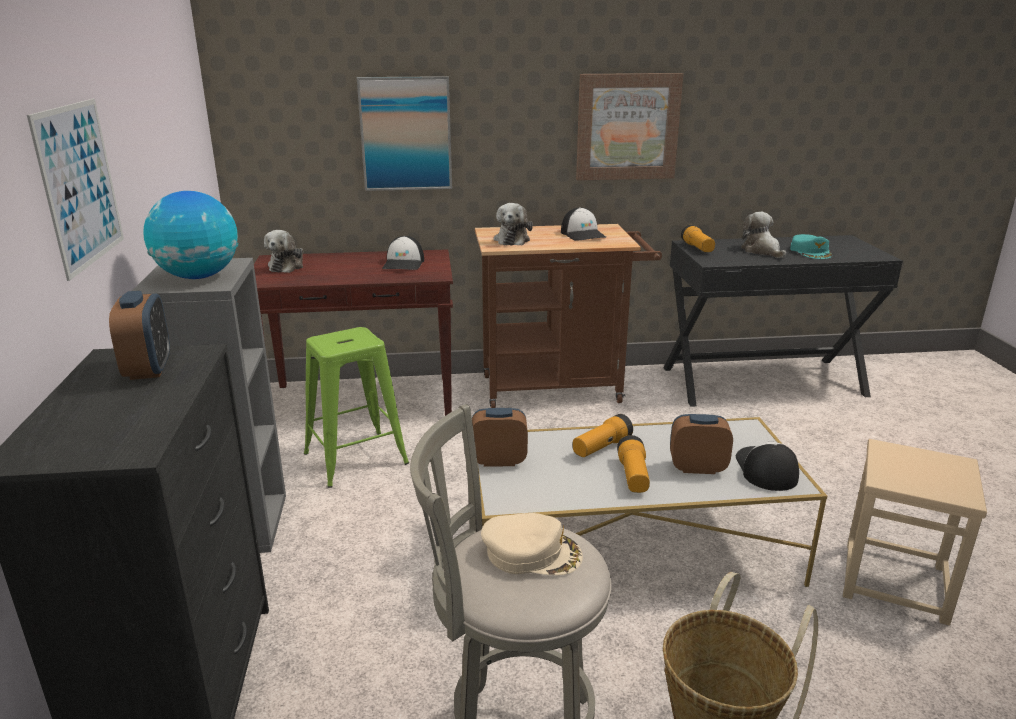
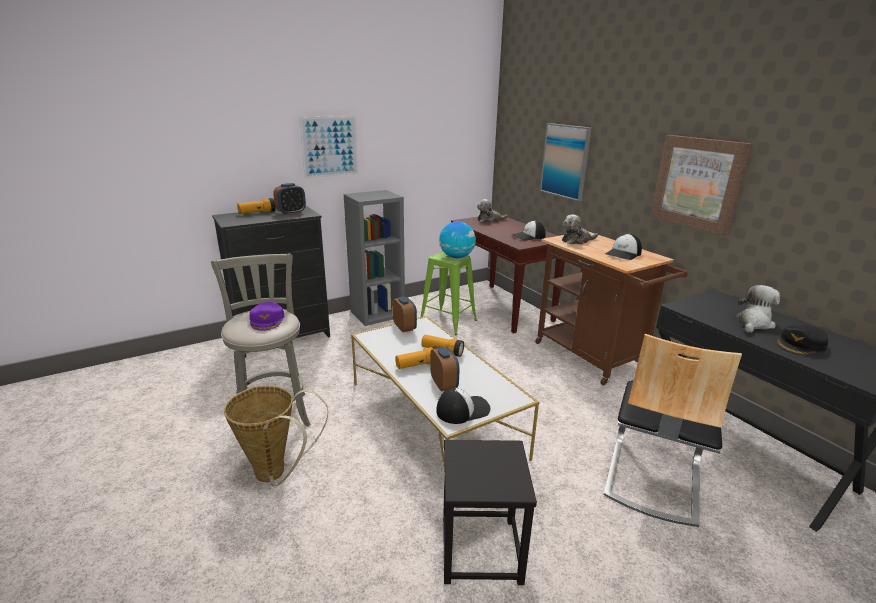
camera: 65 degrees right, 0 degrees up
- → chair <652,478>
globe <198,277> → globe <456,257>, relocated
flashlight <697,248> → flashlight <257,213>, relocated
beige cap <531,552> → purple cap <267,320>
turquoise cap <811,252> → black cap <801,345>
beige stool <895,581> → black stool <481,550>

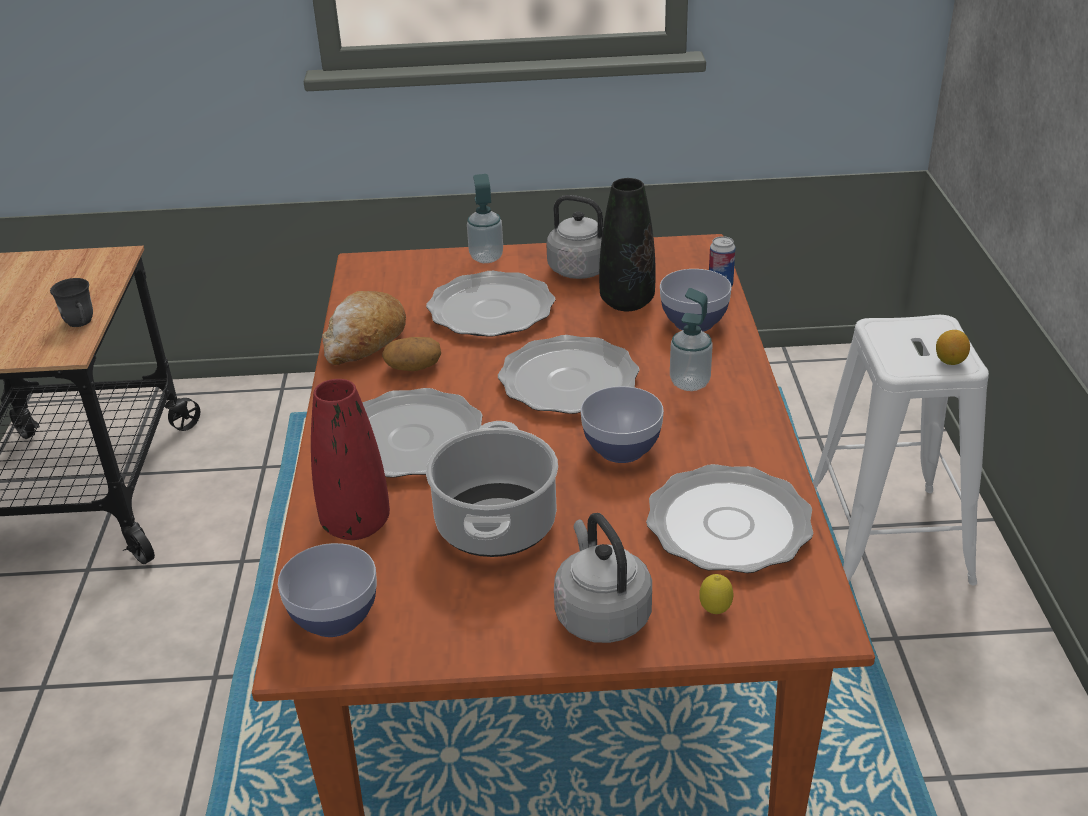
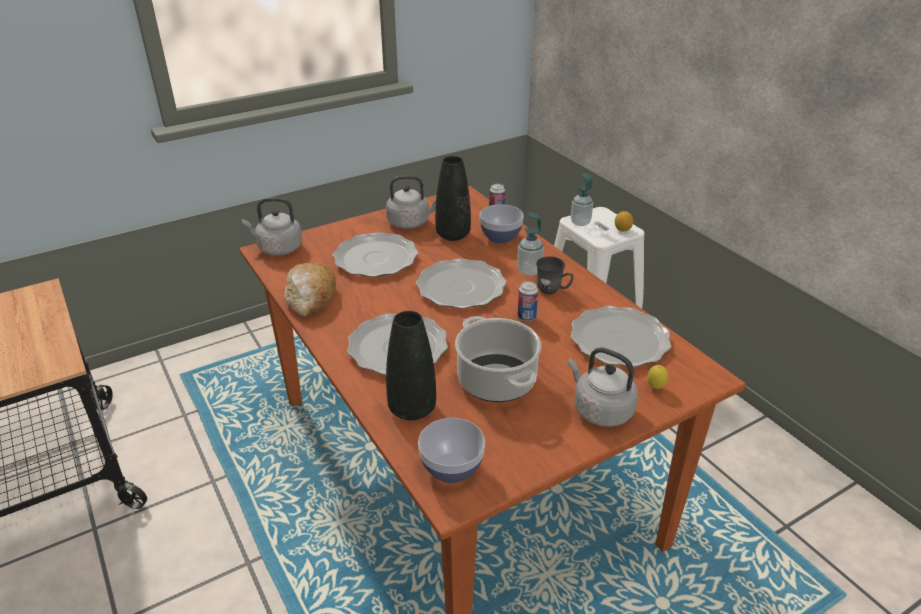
camera: 30 degrees left, 0 degrees up
potato <413,367> → -
- → grey kettle <277,248>
grey mug <81,324> → grey mug <553,290>, relocated
soap dispenser <486,257> → soap dispenser <580,222>, relocated
bowl <621,449> → can <526,317>
red vase <356,524> → black vase <412,409>

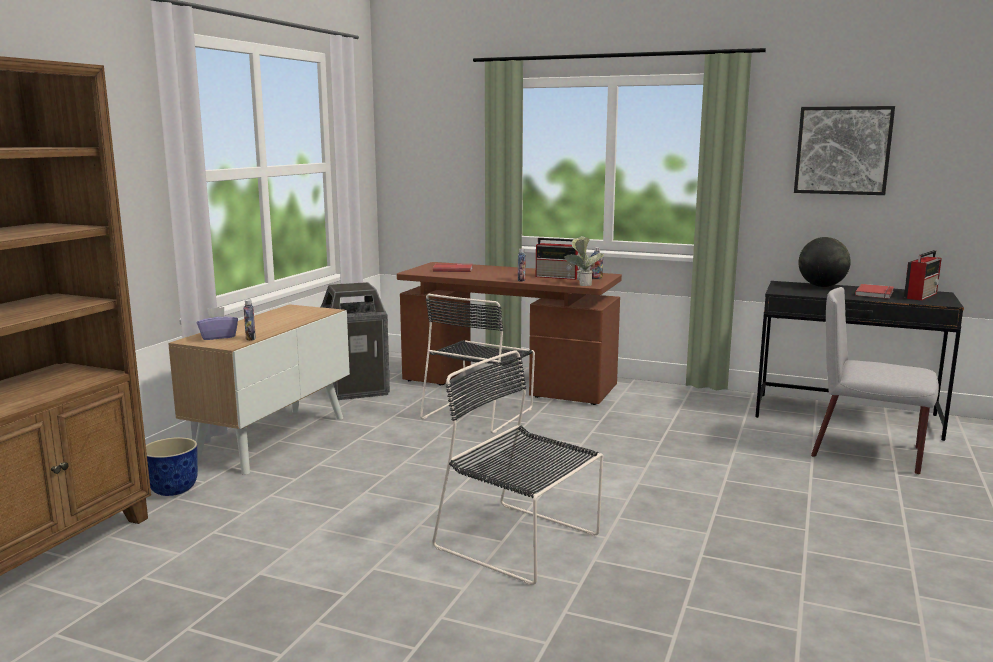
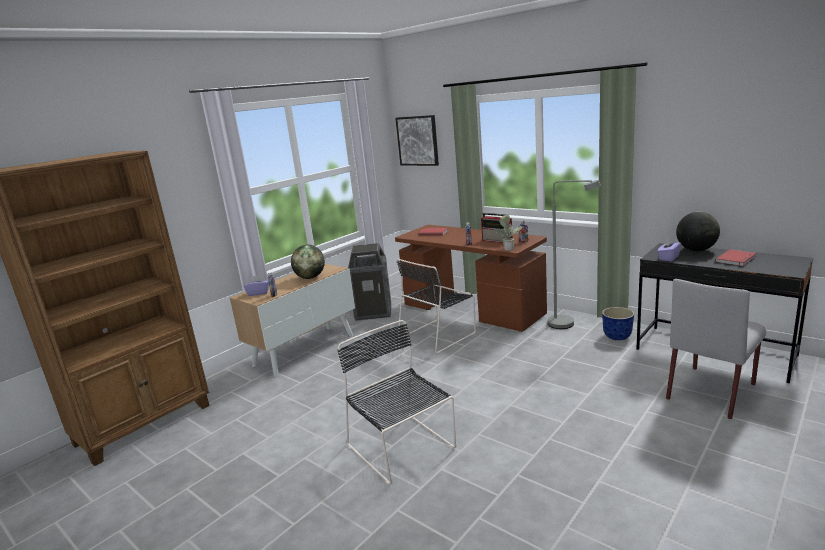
camera: 20 degrees right, 5 degrees up
radio <921,295> → -
- → globe <310,277>
- → grey floor lamp <568,324>
- → purple tissue box <668,258>
planter <174,490> → planter <617,336>, relocated
picture <842,150> → picture <417,141>, relocated
grey chair <869,453> → grey chair <711,391>, 90 degrees counterclockwise

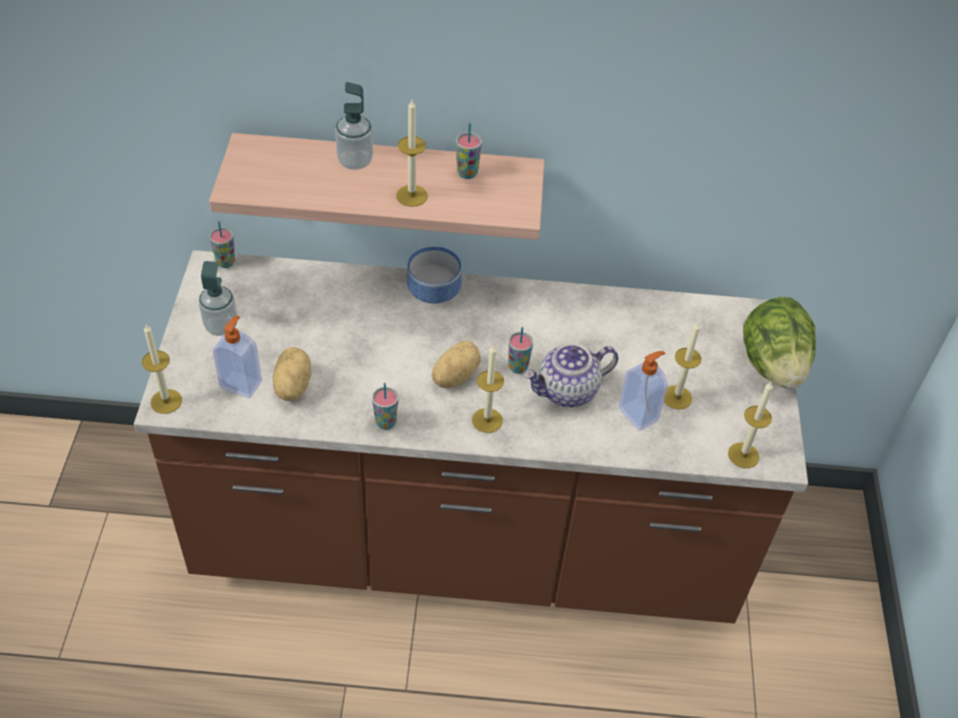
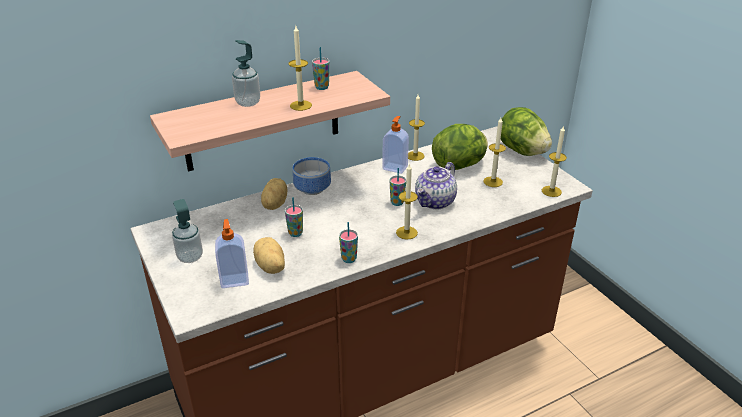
camera: 30 degrees left, 15 degrees down
- → lettuce <459,165>
candle <166,401> → candle <415,156>, relocated
cup <225,262> → cup <295,233>, relocated
potato <454,376> → potato <273,204>, relocated
soap dispenser <639,414> → soap dispenser <395,167>, relocated

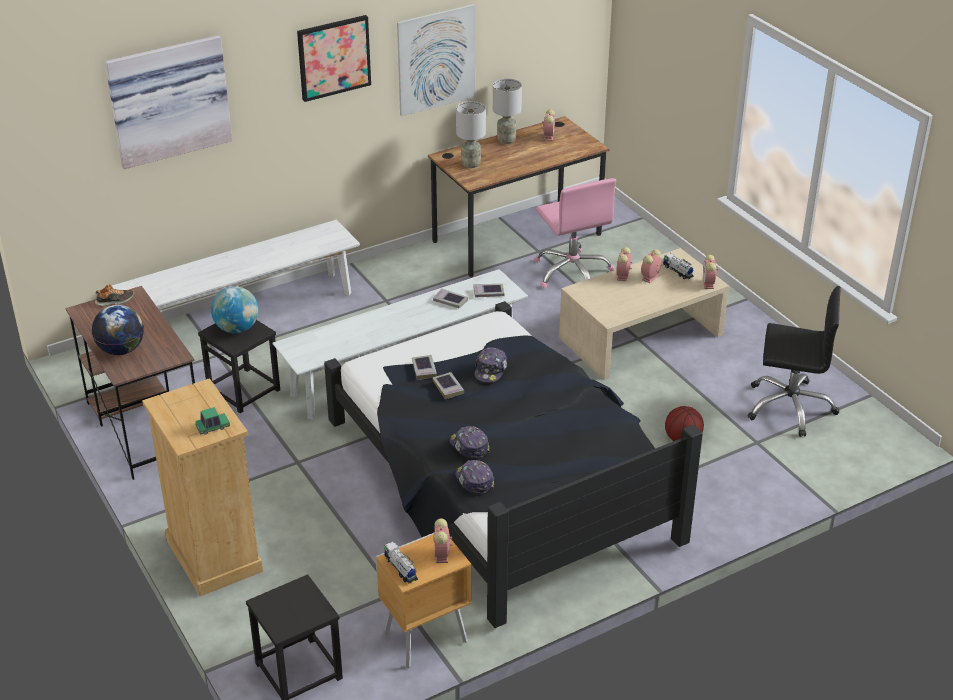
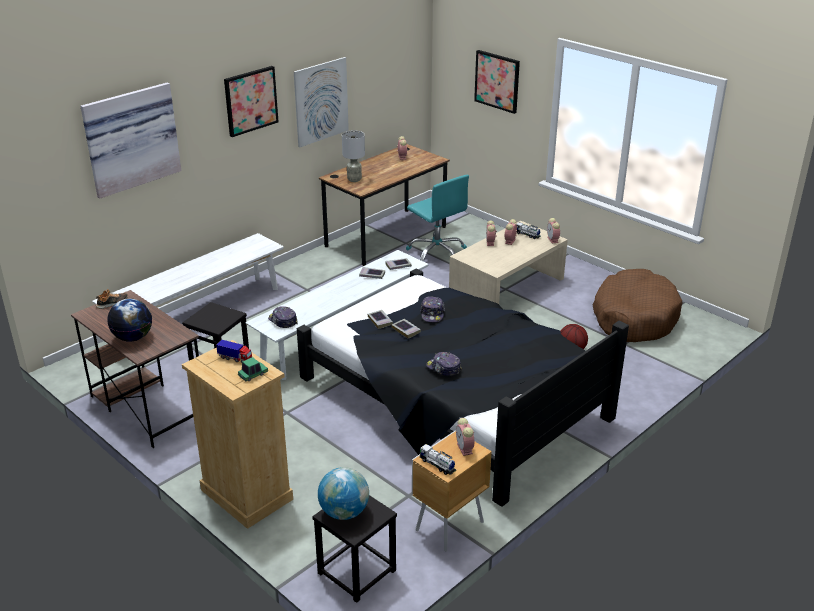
camera: 15 degrees left, 5 degrees down
grey table lamp <506,140> → -
- → toy truck <235,358>
- → picture <497,81>
globe <237,328> → globe <344,512>, relocated
cap <474,481> → cap <282,321>, relocated
black office chair <790,407> → brown dog bed <634,317>
pink office chair <572,272> → turquoise office chair <437,253>

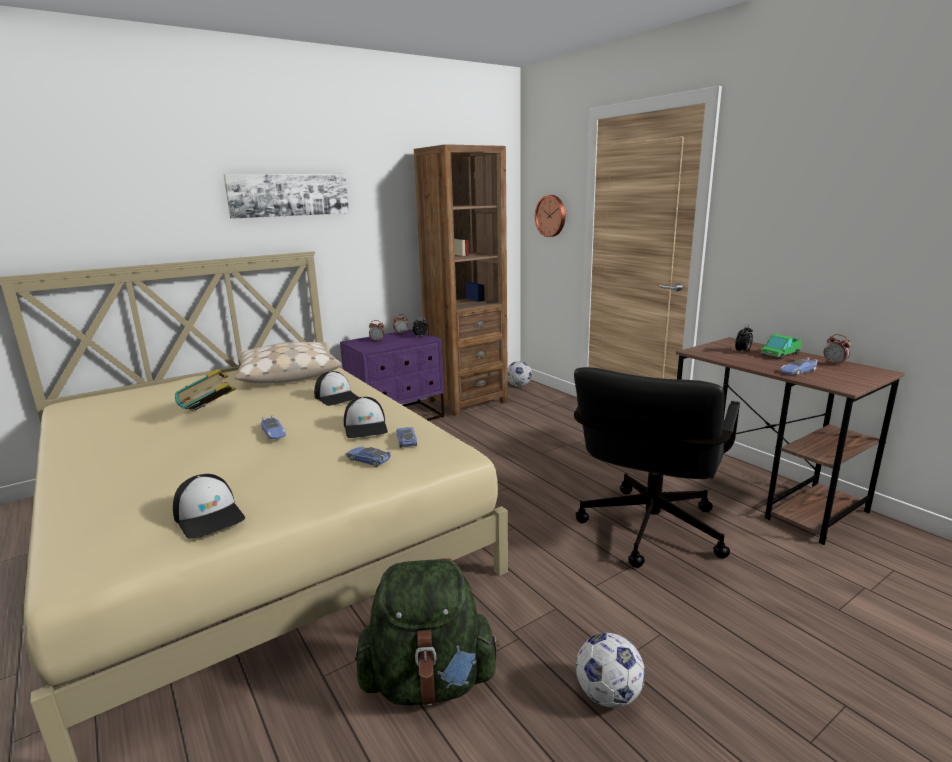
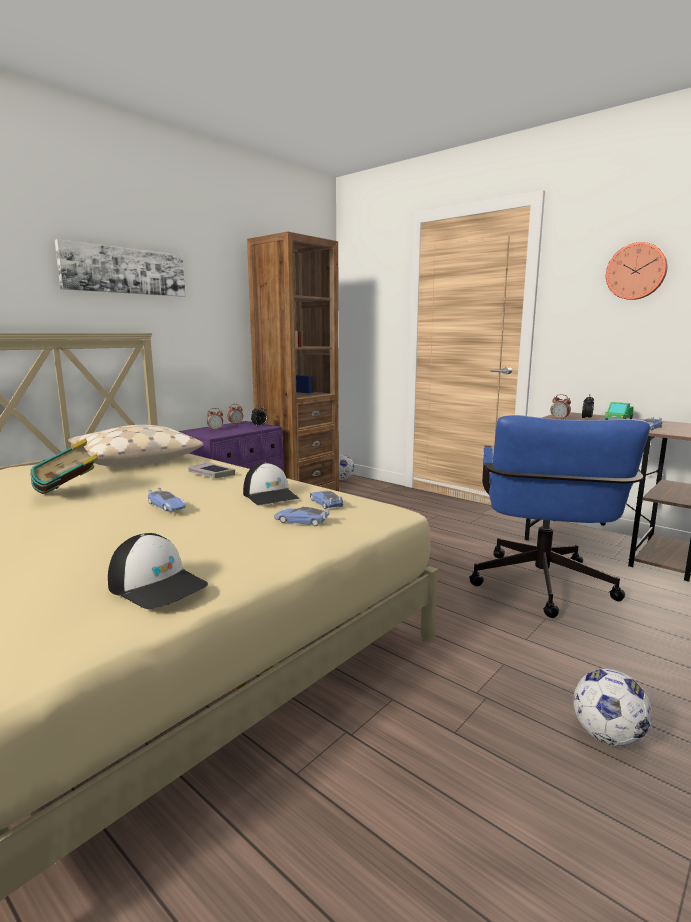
camera: 15 degrees left, 5 degrees down
green backpack <429,682> → -
wall clock <551,216> → wall clock <636,271>, relocated
alarm clock <834,364> → alarm clock <559,419>, relocated
cap <337,397> → book <211,474>
black office chair <647,535> → blue office chair <542,589>

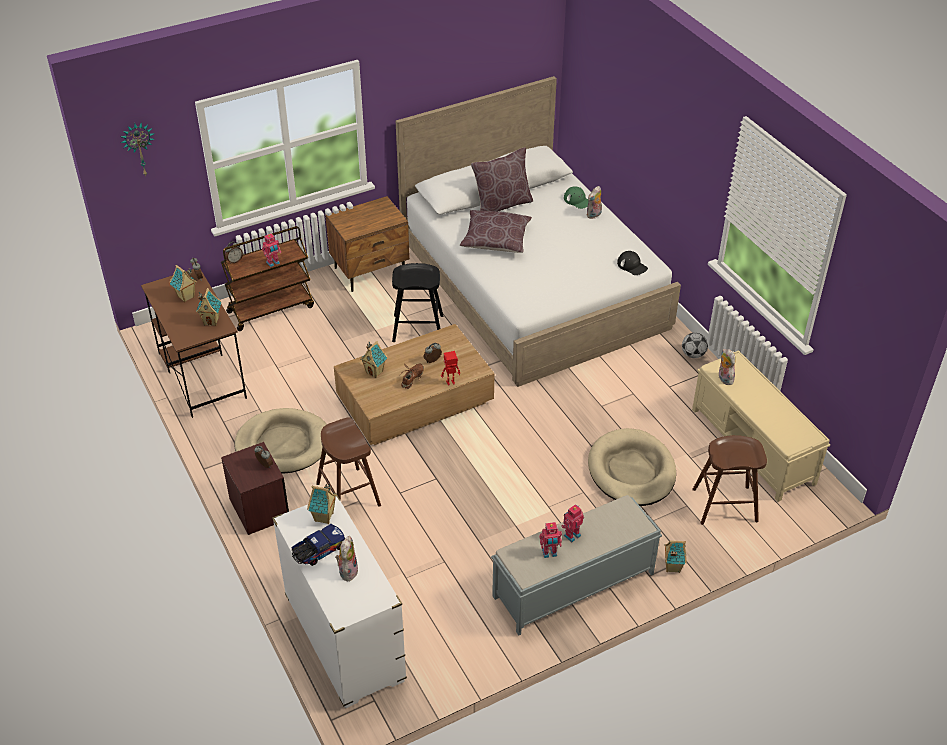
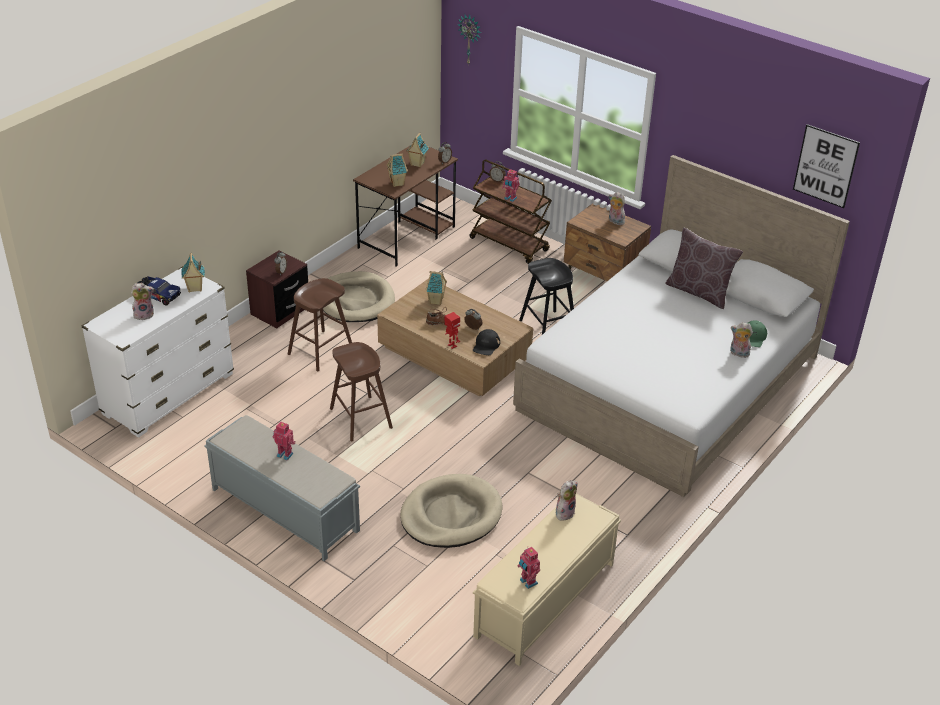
camera: 65 degrees right, 5 degrees down
brown pillow <496,240> → -
toy house <672,566> → -
football <693,354> → -
- → plush toy <615,221>
- → picture <825,166>
toy robot <549,553> → toy robot <527,582>, relocated
black cap <632,266> → black cap <486,345>, relocated
brown stool <724,505> → brown stool <360,418>, relocated

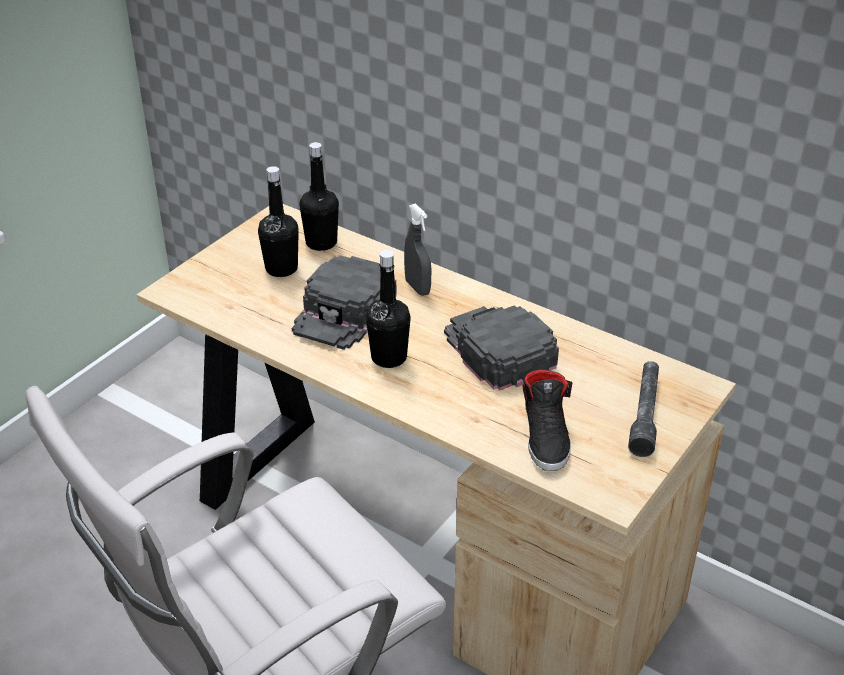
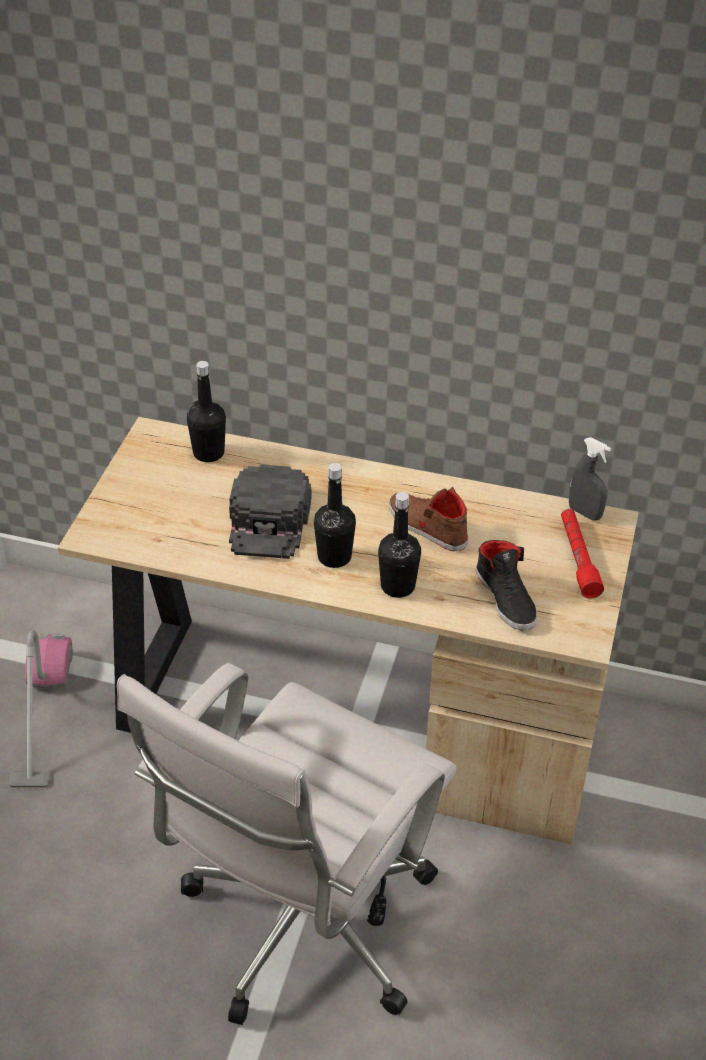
camera: 20 degrees left, 5 degrees up
- → vacuum cleaner <42,715>
black bottle <281,268> → black bottle <397,586>, relocated
grey spray bottle <417,287> → grey spray bottle <584,513>, relocated
black cap <497,349> → brown shoe <426,526>
grey flashlight <645,414> → red flashlight <578,558>

